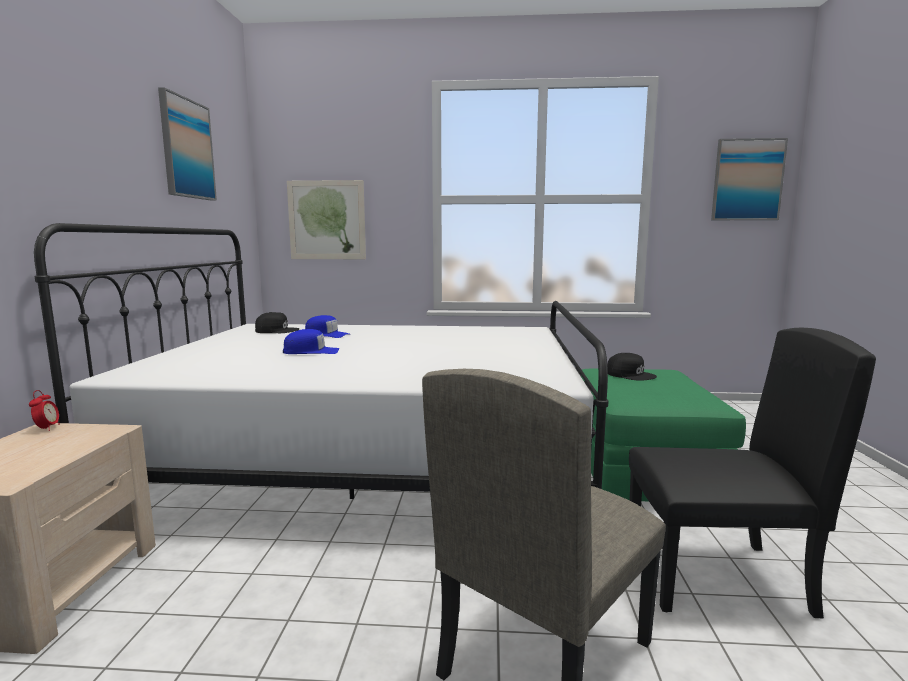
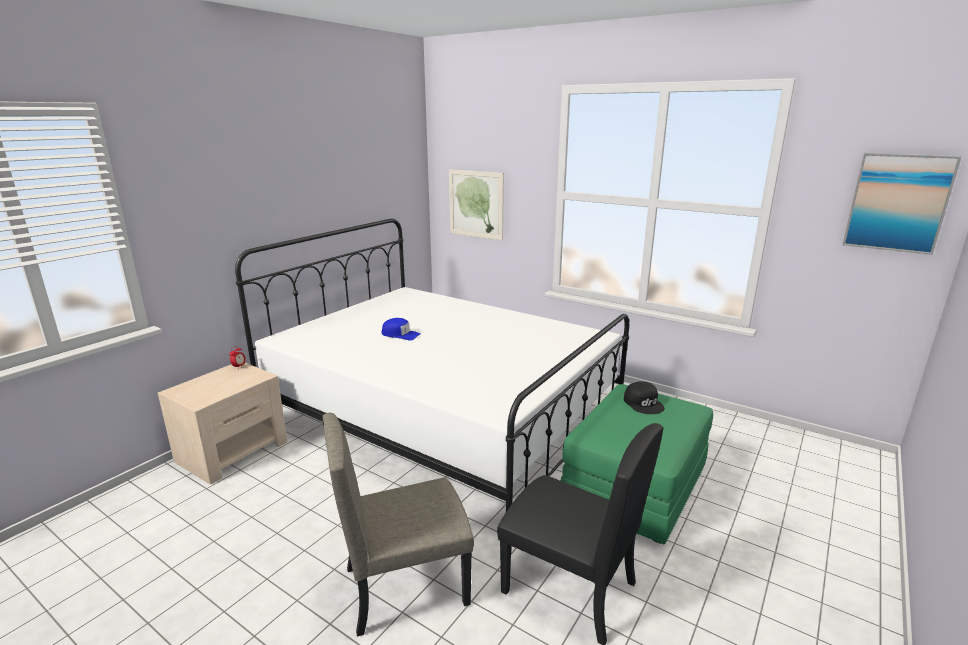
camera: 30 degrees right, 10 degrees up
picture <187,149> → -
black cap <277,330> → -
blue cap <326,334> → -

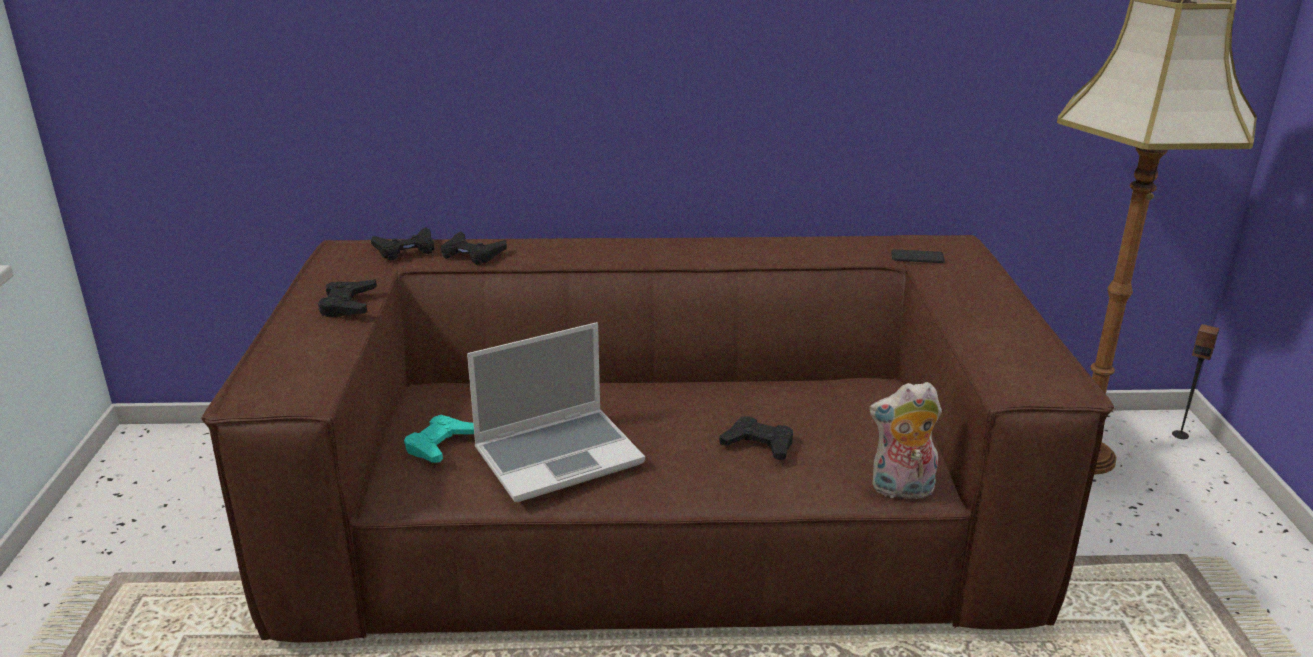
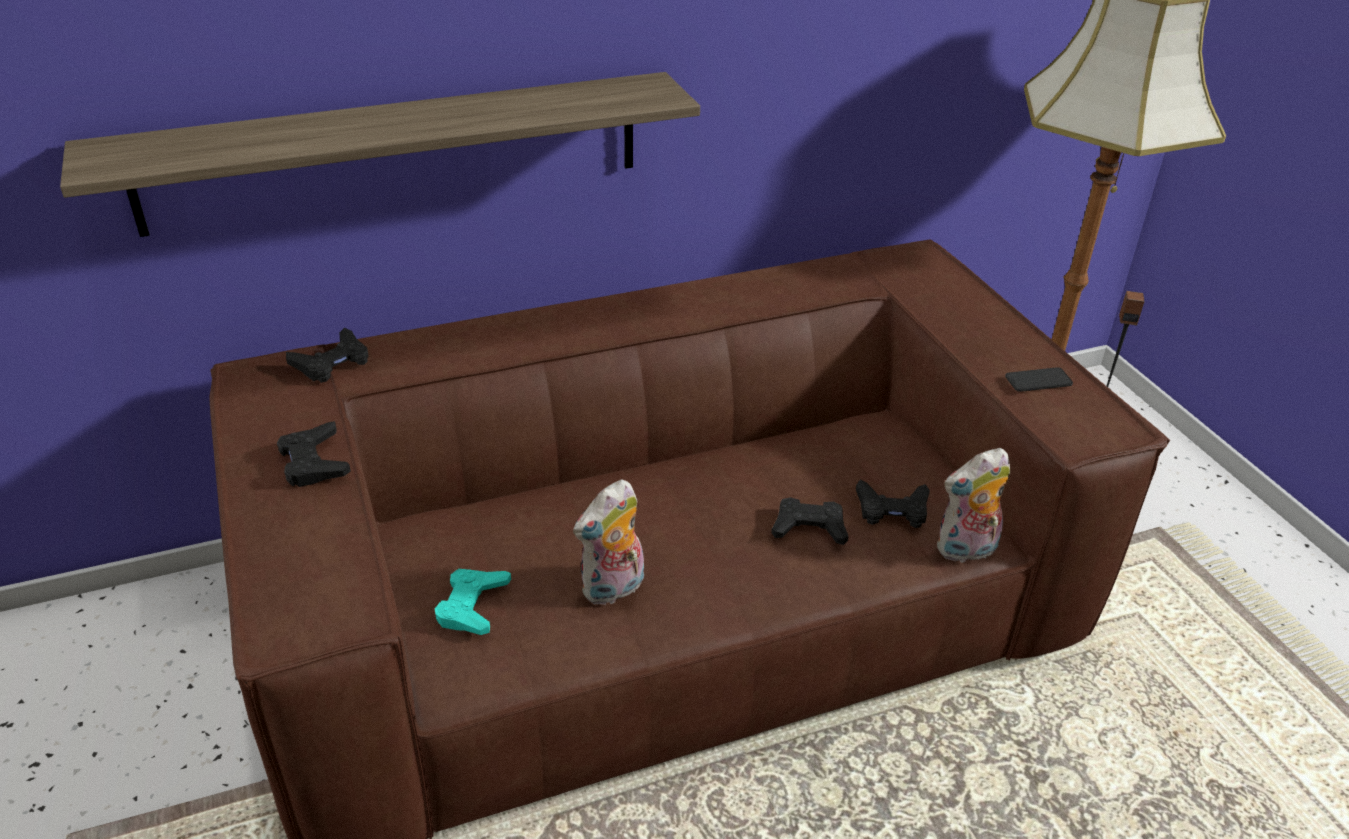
camera: 20 degrees left, 10 degrees up
- → shelf <395,152>
black game controller <472,254> → black game controller <892,510>, relocated
phone <917,257> → phone <1038,380>, relocated
laptop <560,455> → plush toy <613,589>

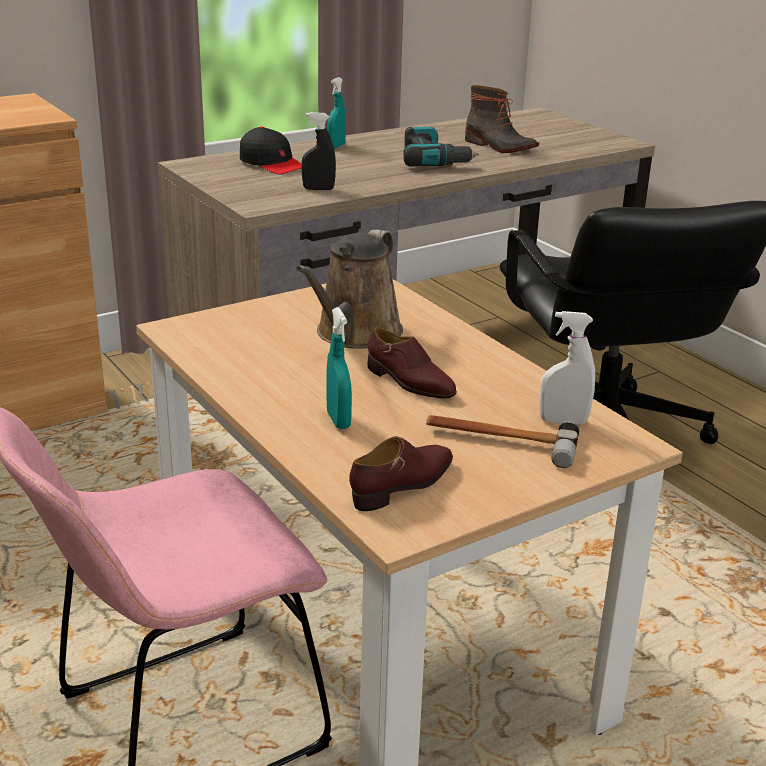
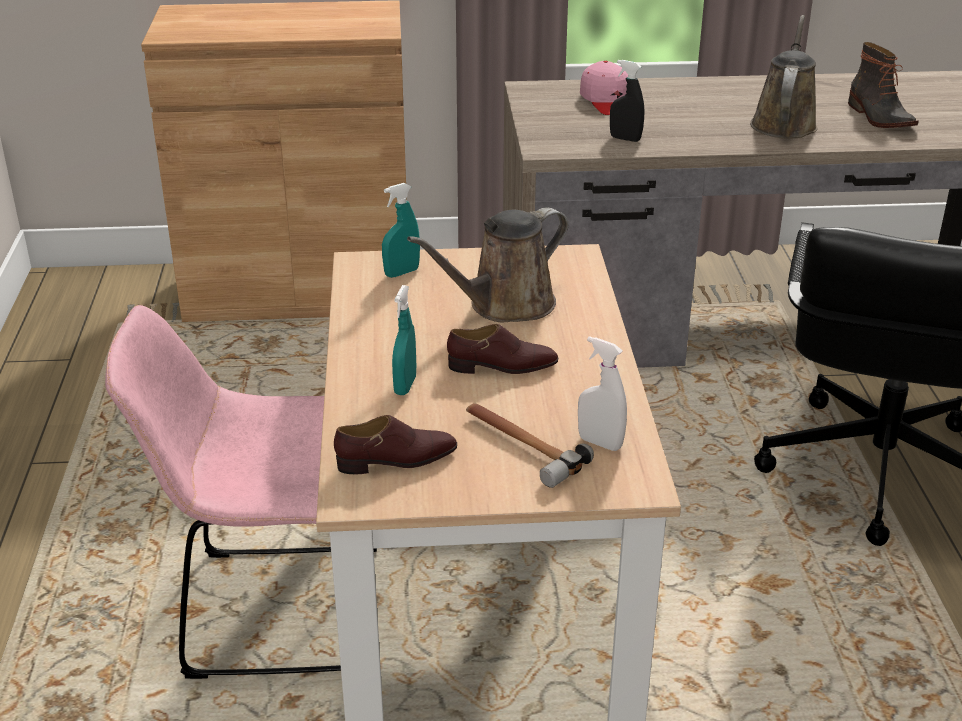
camera: 30 degrees right, 5 degrees up
turquoise spray bottle <336,146> → turquoise spray bottle <401,273>, relocated
power drill <434,160> → brown watering can <784,123>
black cap <272,164> → pink cap <609,101>
brown shoe <409,382> → brown shoe <502,366>, 75 degrees counterclockwise

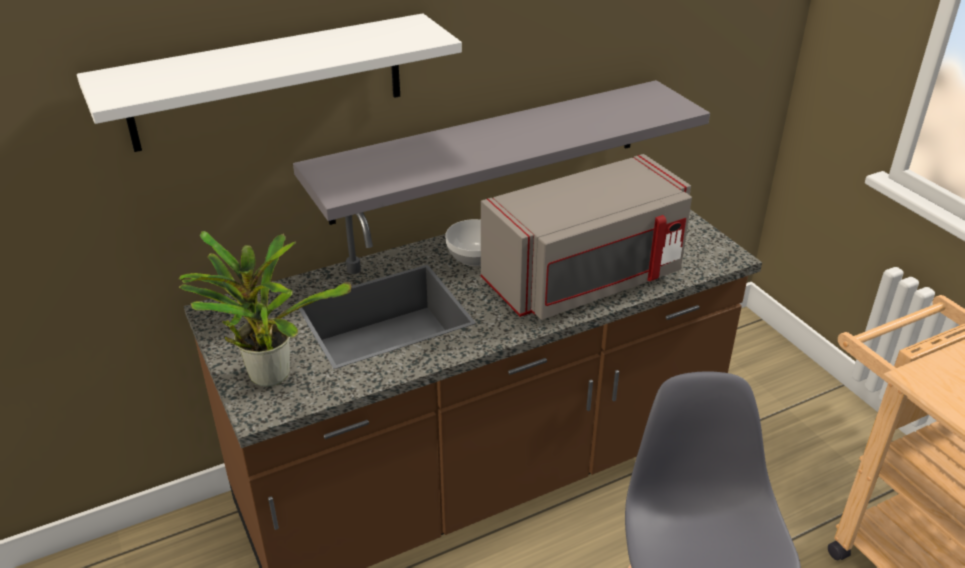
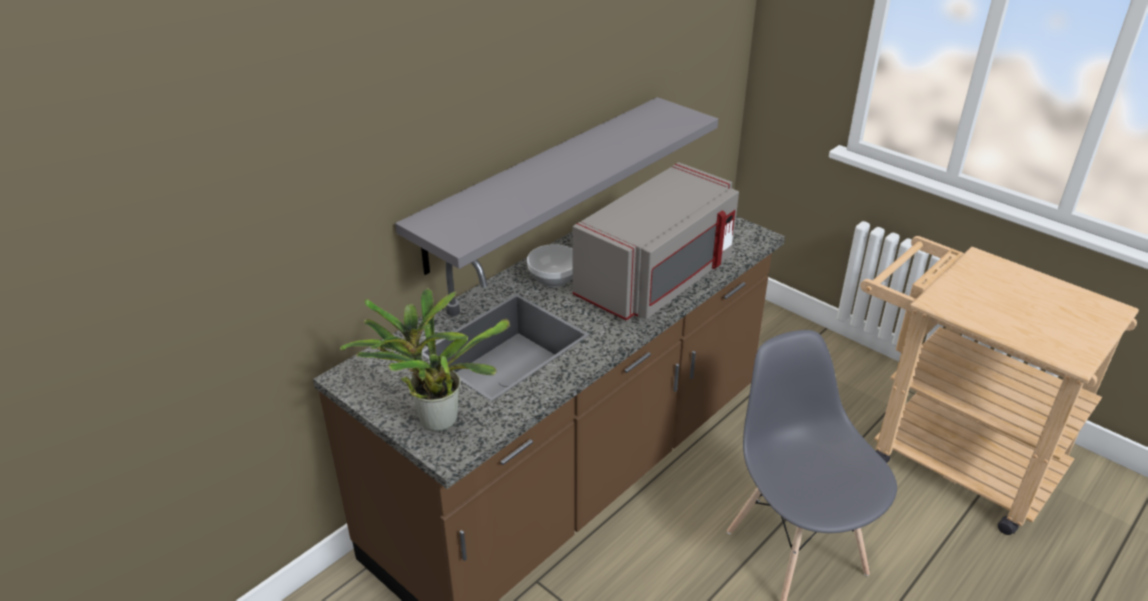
camera: 20 degrees left, 0 degrees up
white shelf <268,82> → -

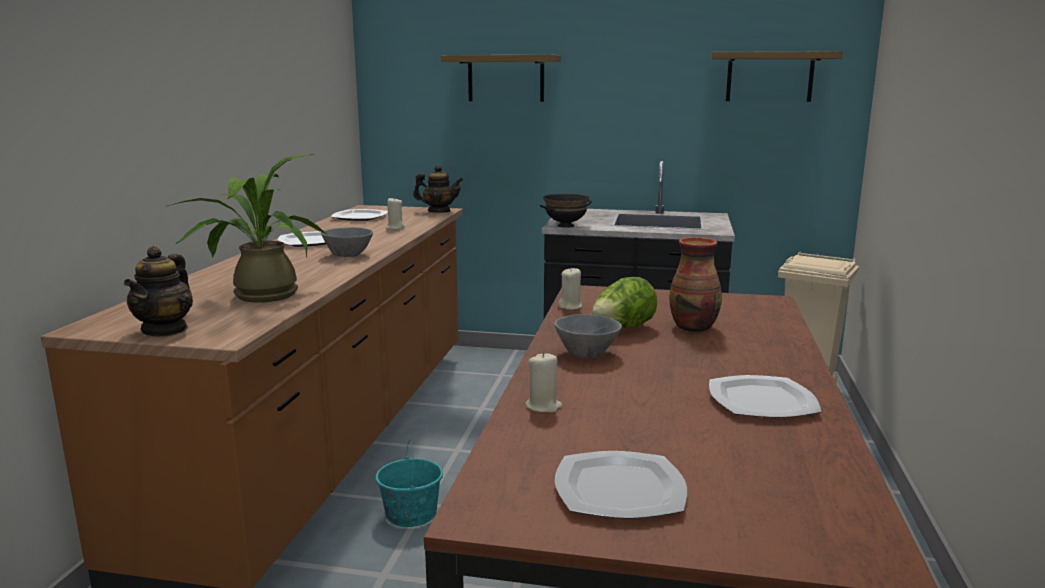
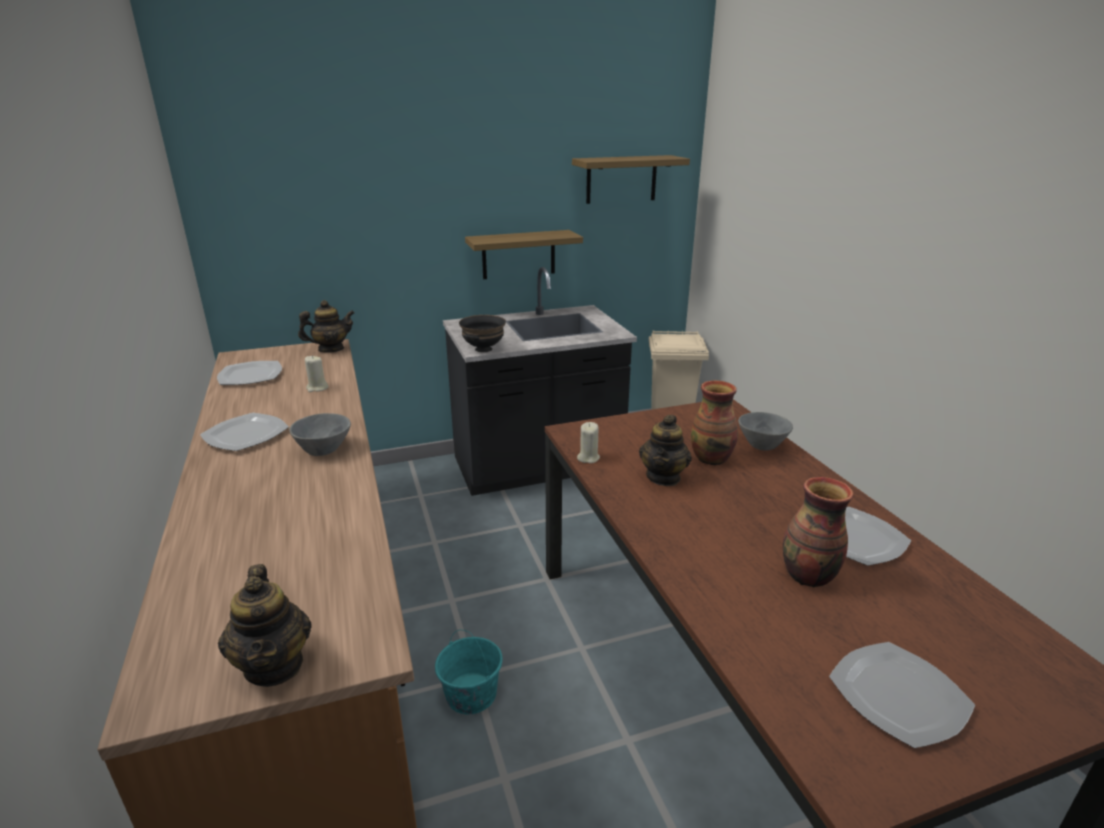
camera: 30 degrees left, 10 degrees up
potted plant <258,295> → -
beige candle <543,406> → -
- → vase <807,576>
shelf <506,78> → shelf <518,254>, relocated
grey bowl <588,353> → grey bowl <763,444>, relocated
lettuce <623,329> → teapot <663,477>

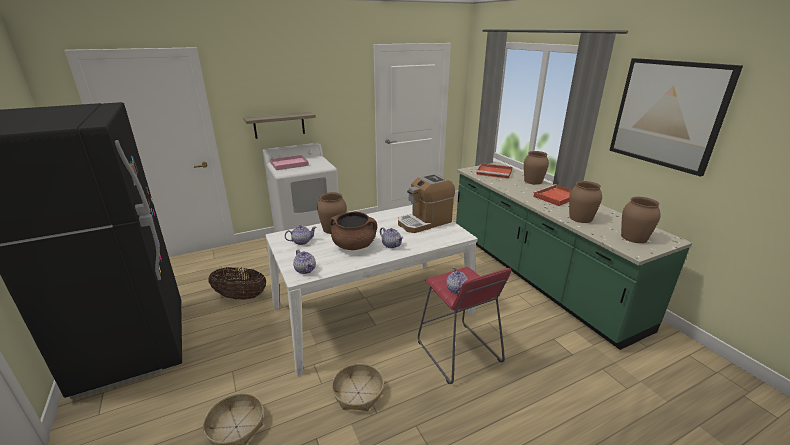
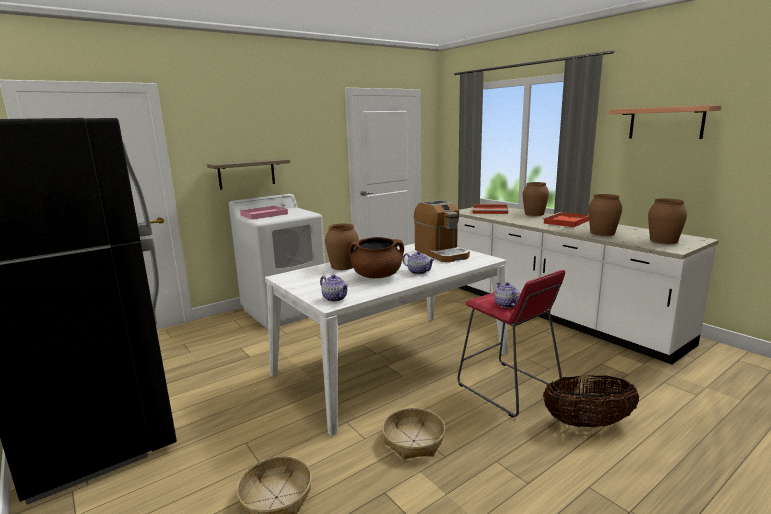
camera: 10 degrees left, 10 degrees down
teapot <302,241> → -
basket <240,296> → basket <587,423>, relocated
picture <667,114> → shelf <665,123>
green counter <536,275> → white counter <554,313>
coffee machine <424,222> → coffee machine <441,253>, 75 degrees counterclockwise

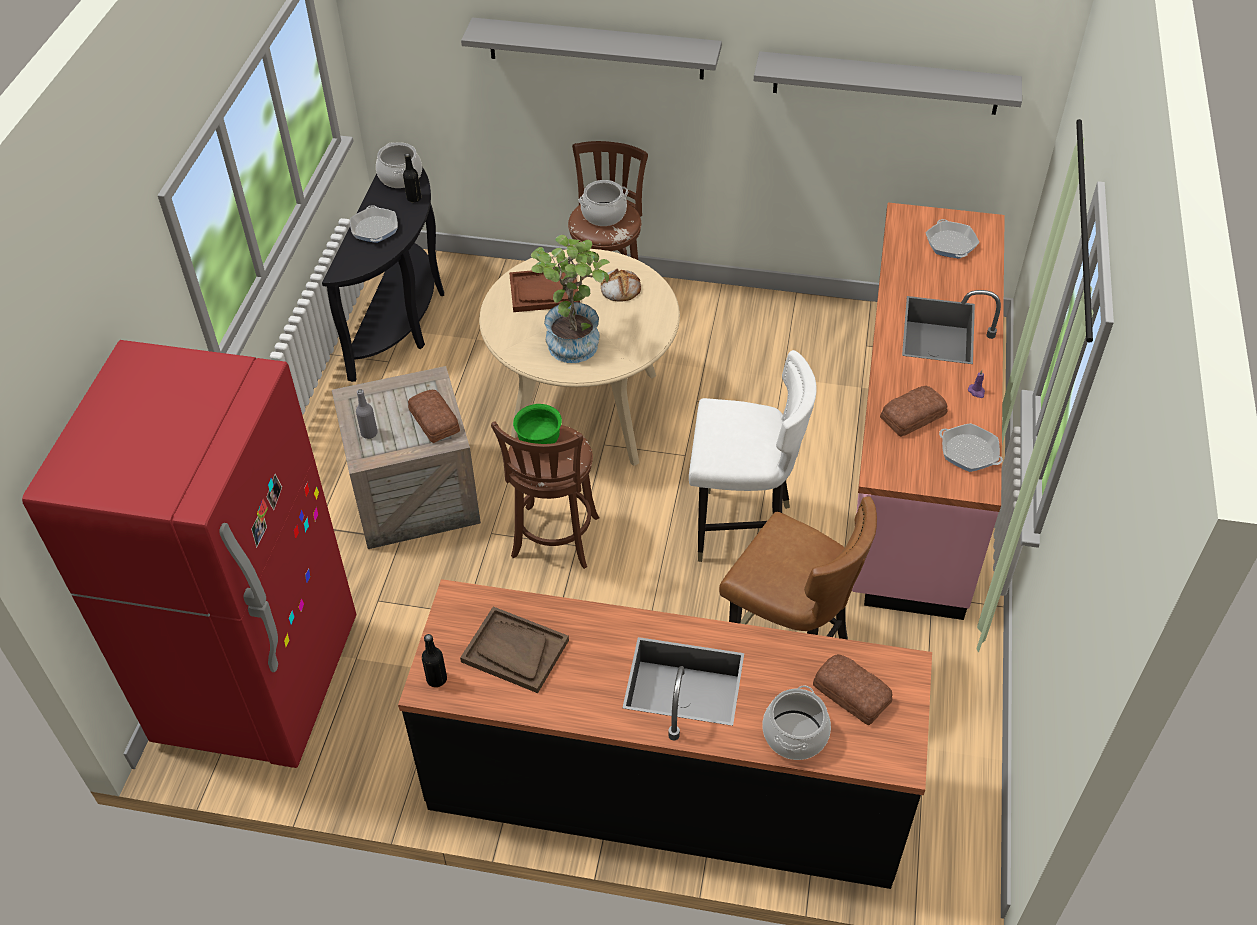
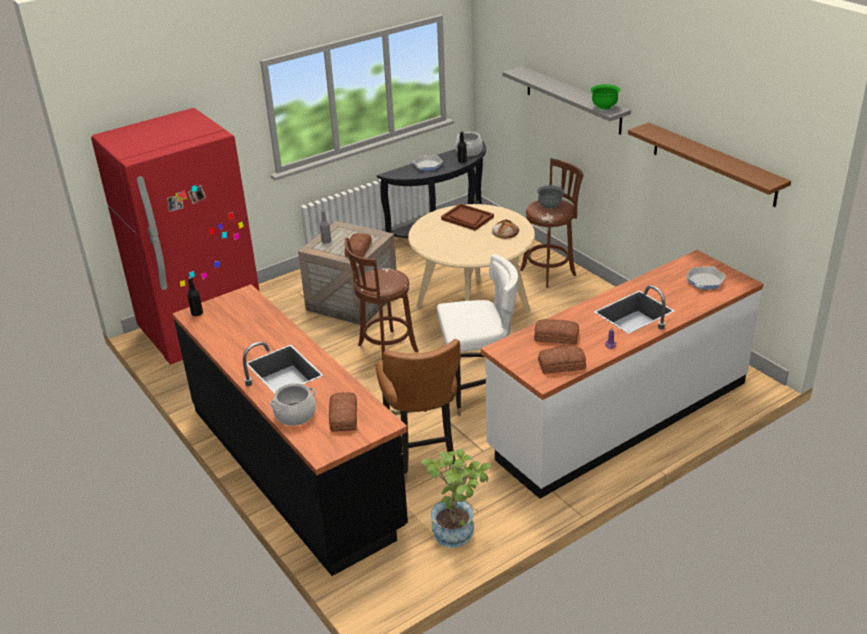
camera: 45 degrees right, 15 degrees down
brown tray <514,651> → -
green bowl <539,441> → green bowl <604,107>, relocated
potted plant <573,339> → potted plant <458,529>, relocated
cooking pot <604,215> → grey bowl <550,206>
frying pan <969,452> → bread <562,365>
grey shelf <886,83> → brown shelf <713,164>
pink counter <912,458> → white counter <619,416>
white chair <741,529> → white chair <478,394>, 60 degrees counterclockwise

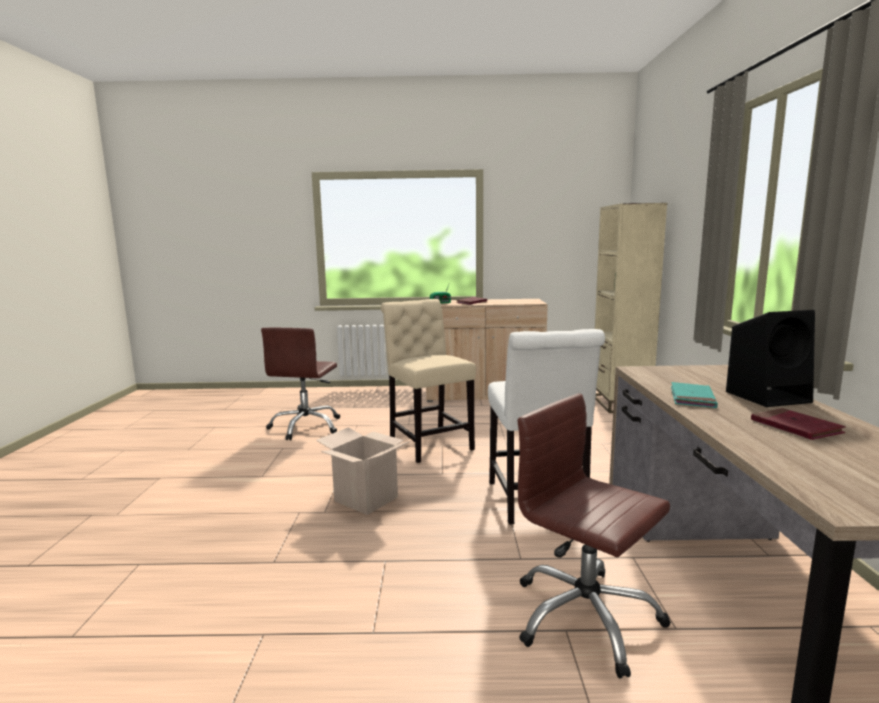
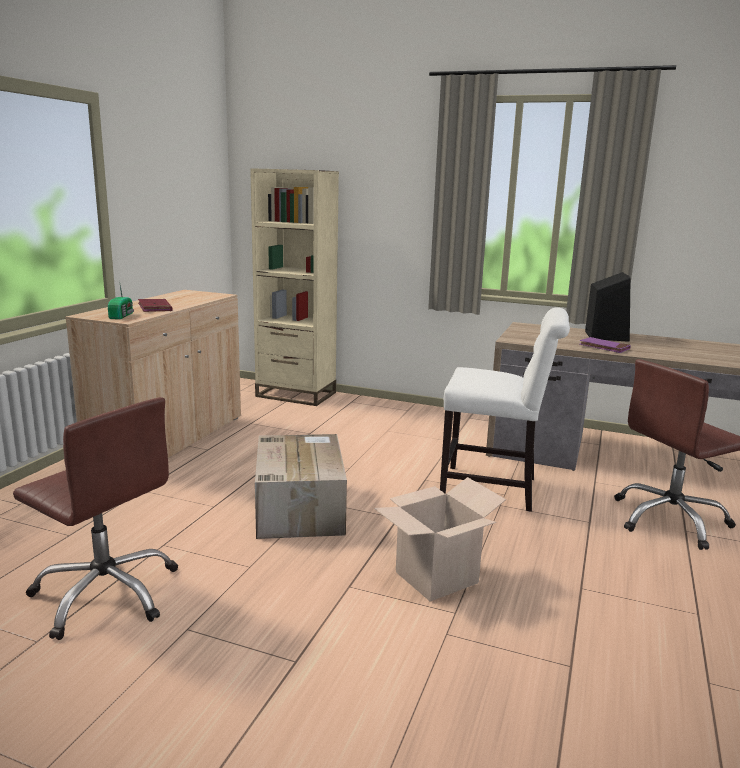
camera: 70 degrees left, 5 degrees up
red book <795,427> → -
beige chair <428,443> → cardboard box <299,507>
turquoise book <692,398> → purple book <604,347>

